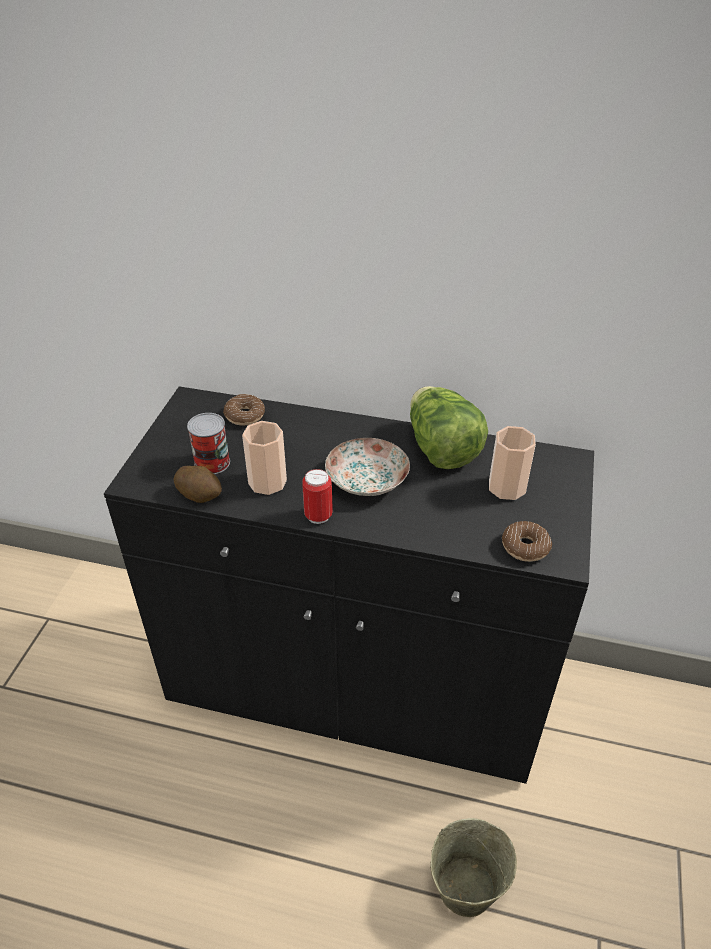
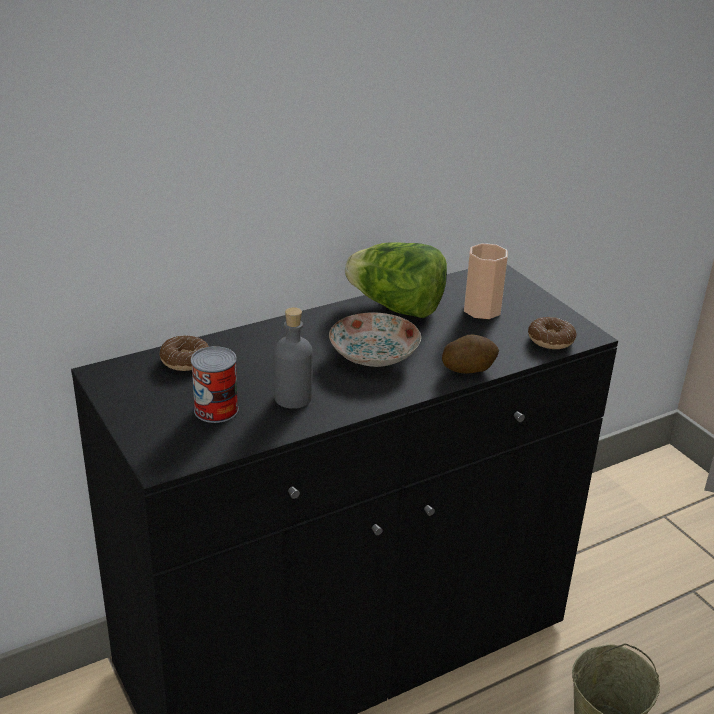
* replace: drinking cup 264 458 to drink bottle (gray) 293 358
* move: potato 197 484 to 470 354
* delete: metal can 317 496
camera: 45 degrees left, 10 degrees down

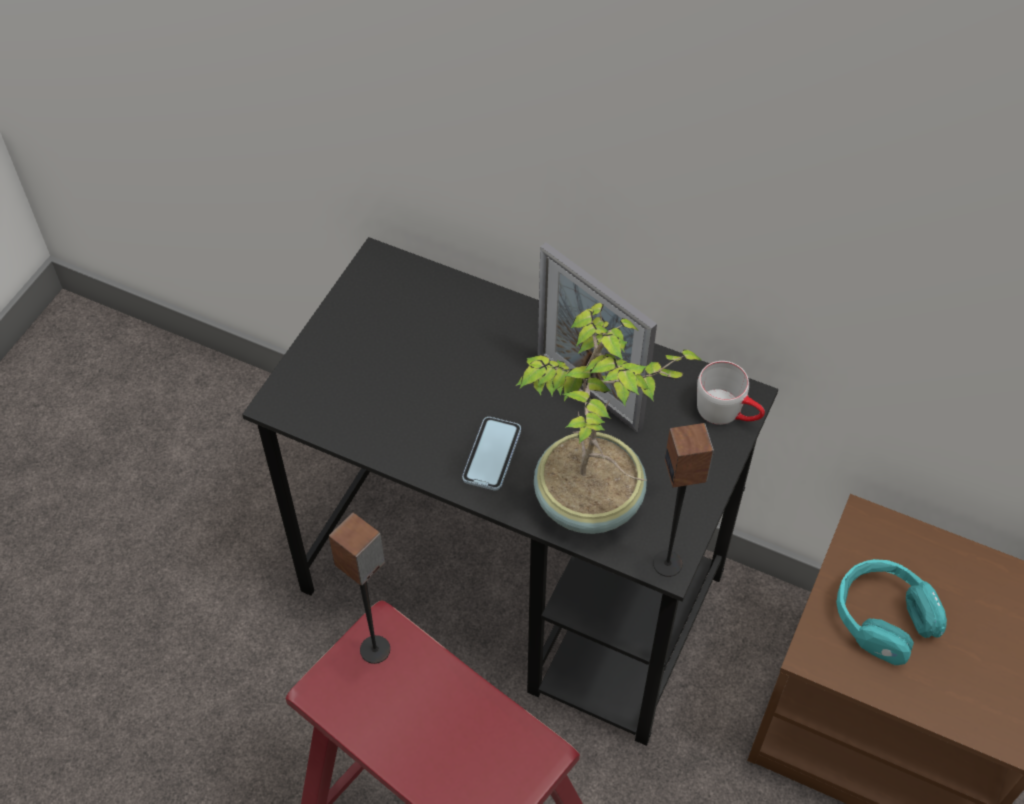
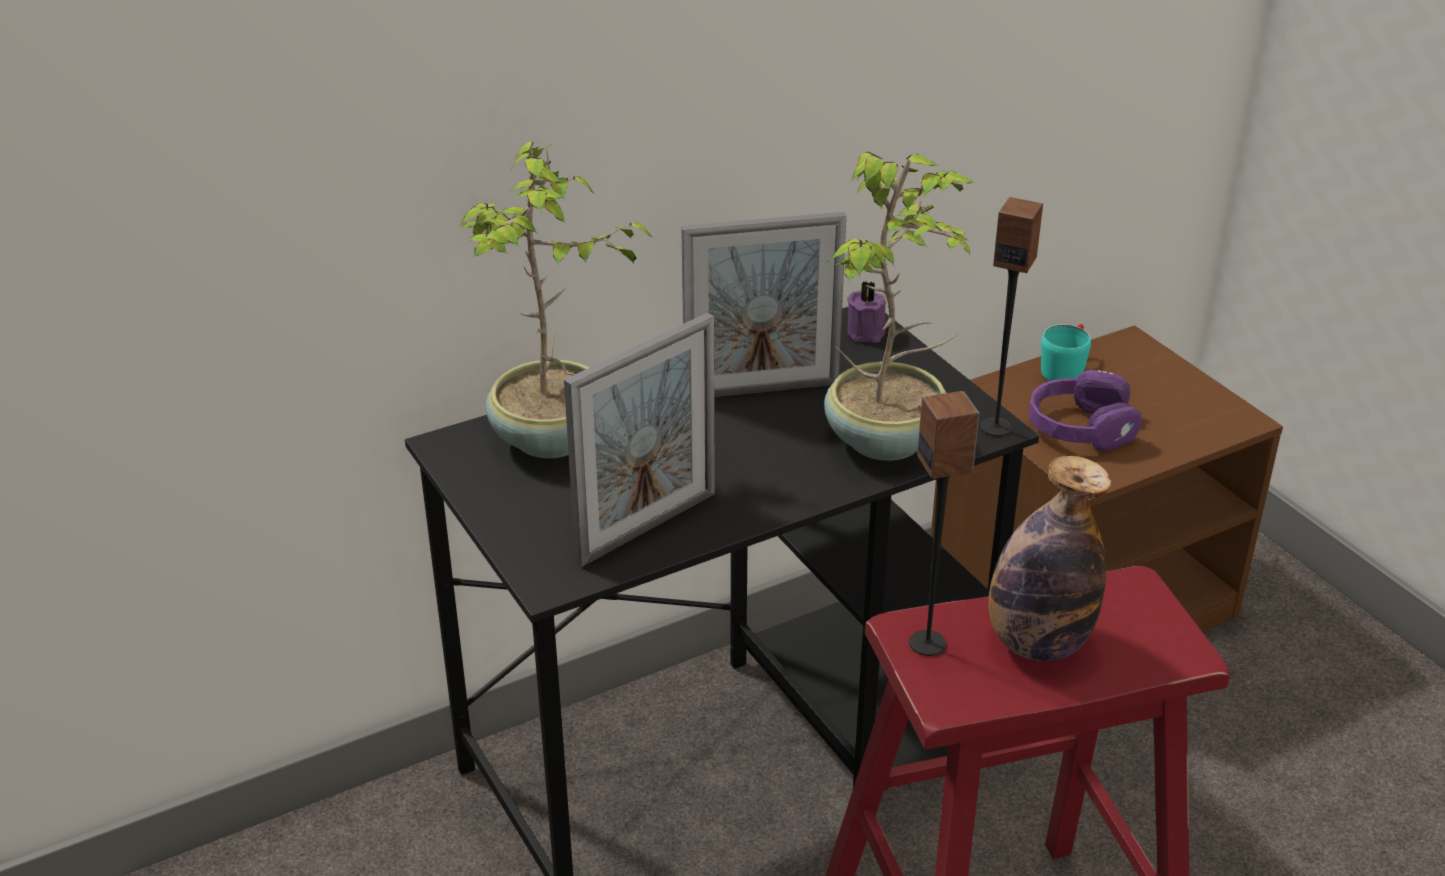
* insert: potted plant 556 300
* insert: standing frame 639 440
* replace: tea mug (gray) 731 393 to candle (purplish) 866 312
* insert: drink bottle 1050 558
* recolor: pair of headphones (turquoise-coloured) 891 612 to pair of headphones (purplish) 1085 410
* insert: tea mug (turquoise-coloured) 1066 352
* delete: handset 491 454
camera: 55 degrees left, 20 degrees down

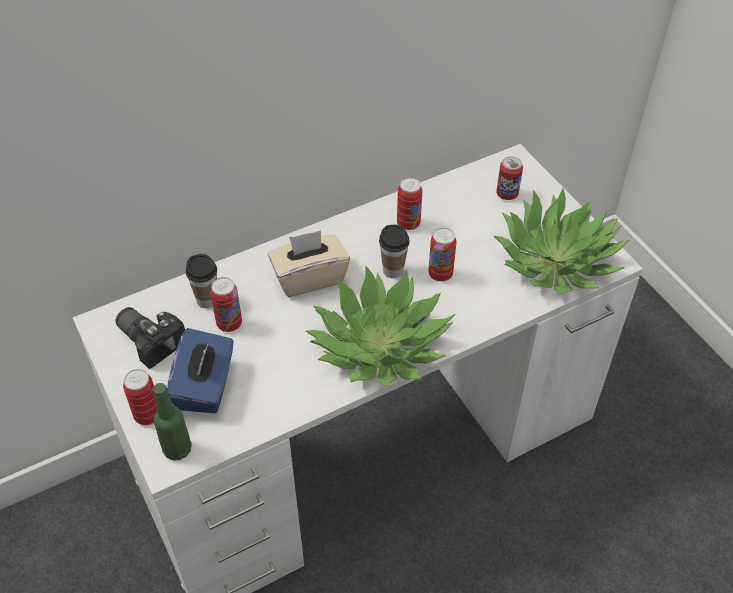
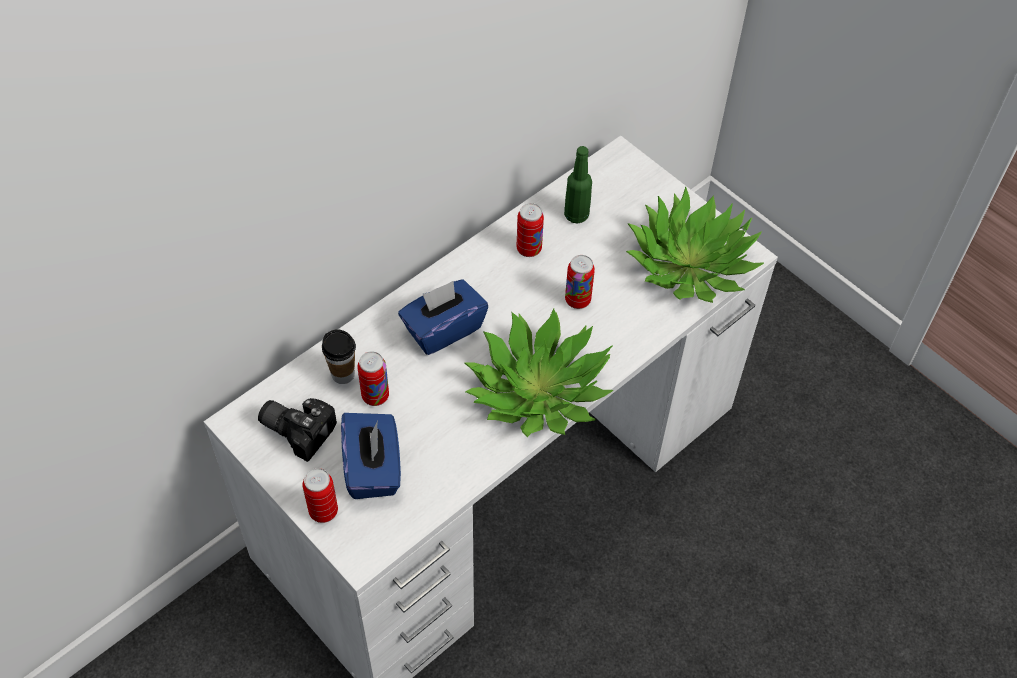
* recolor: tissue box (beige) 309 263 to tissue box (bluish) 443 317
* move: drink bottle (green-coloured) 172 422 to 578 185
* delete: drinking cup 394 251
* delete: metal can 509 178
camera: 15 degrees left, 5 degrees up

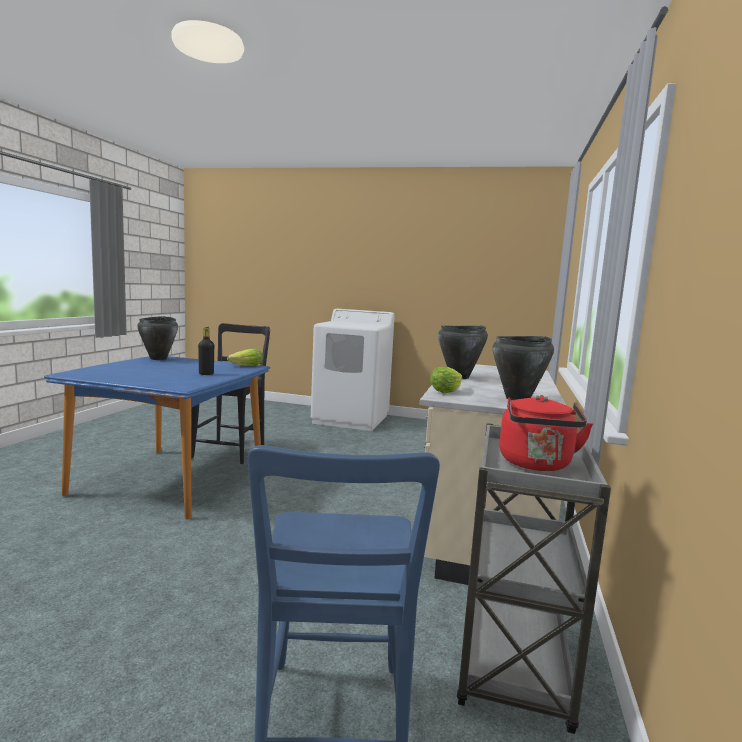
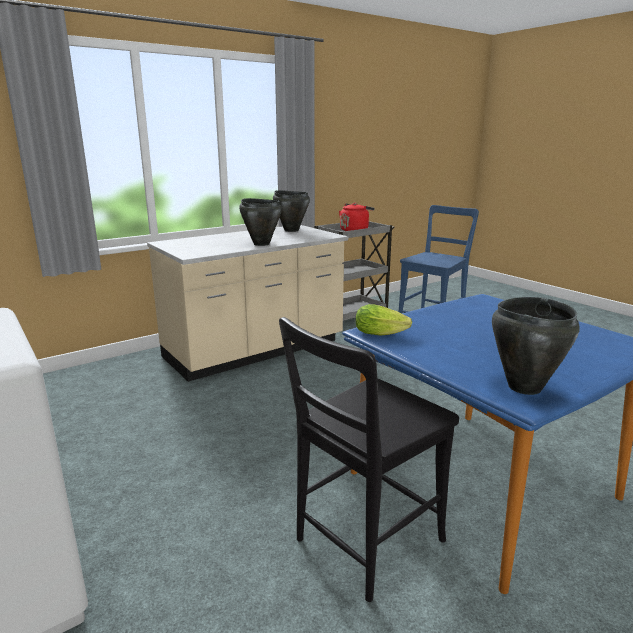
* delete: drink bottle (blackish) 206 351
* delete: lettuce head 446 380
camera: 140 degrees left, 10 degrees up

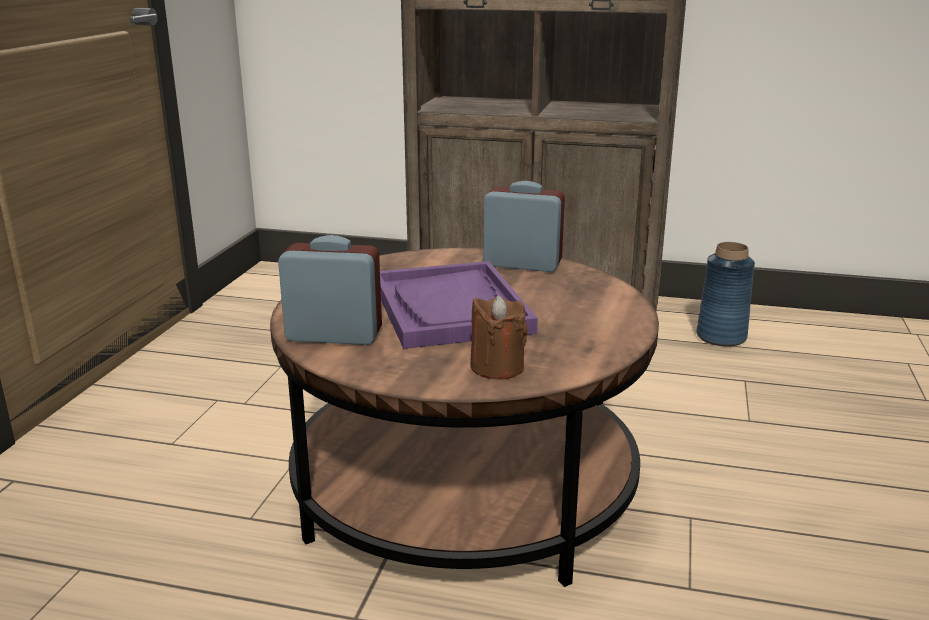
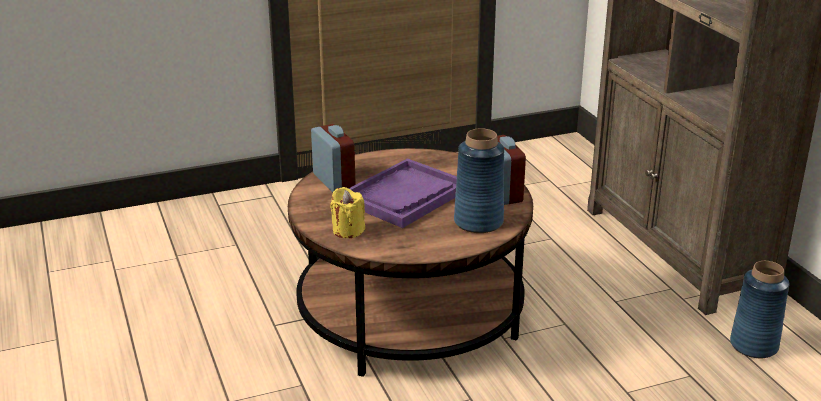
* recolor: candle (brown) 499 337 to candle (yellow) 347 212
* insert: flower vase (bluish) 479 180
camera: 55 degrees right, 5 degrees up

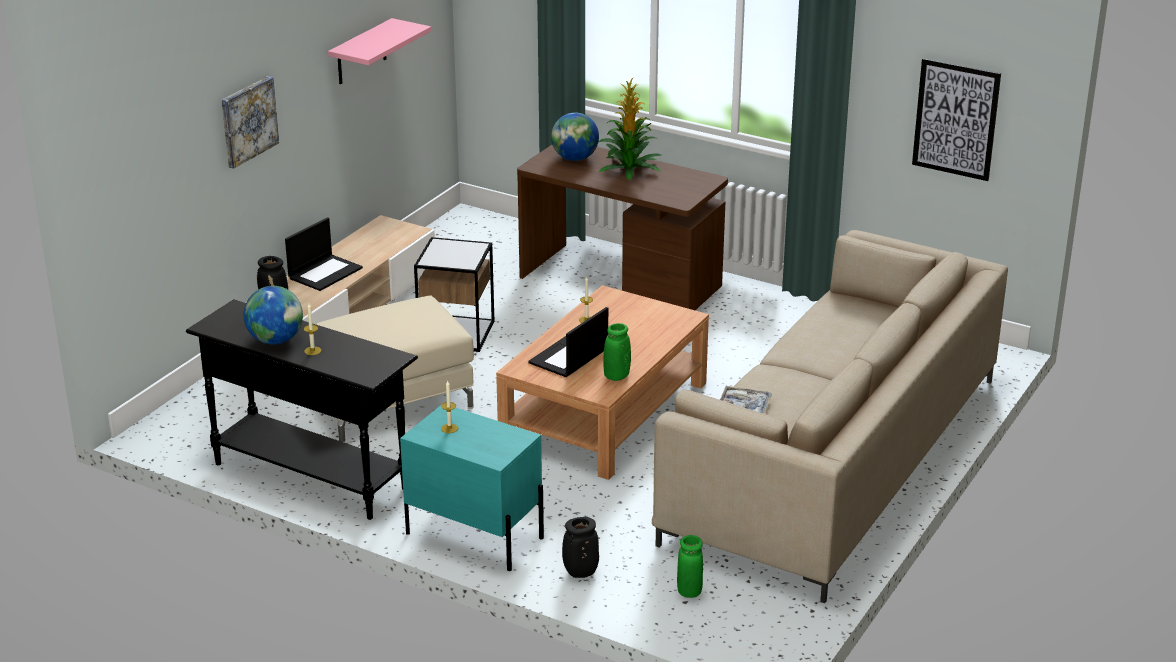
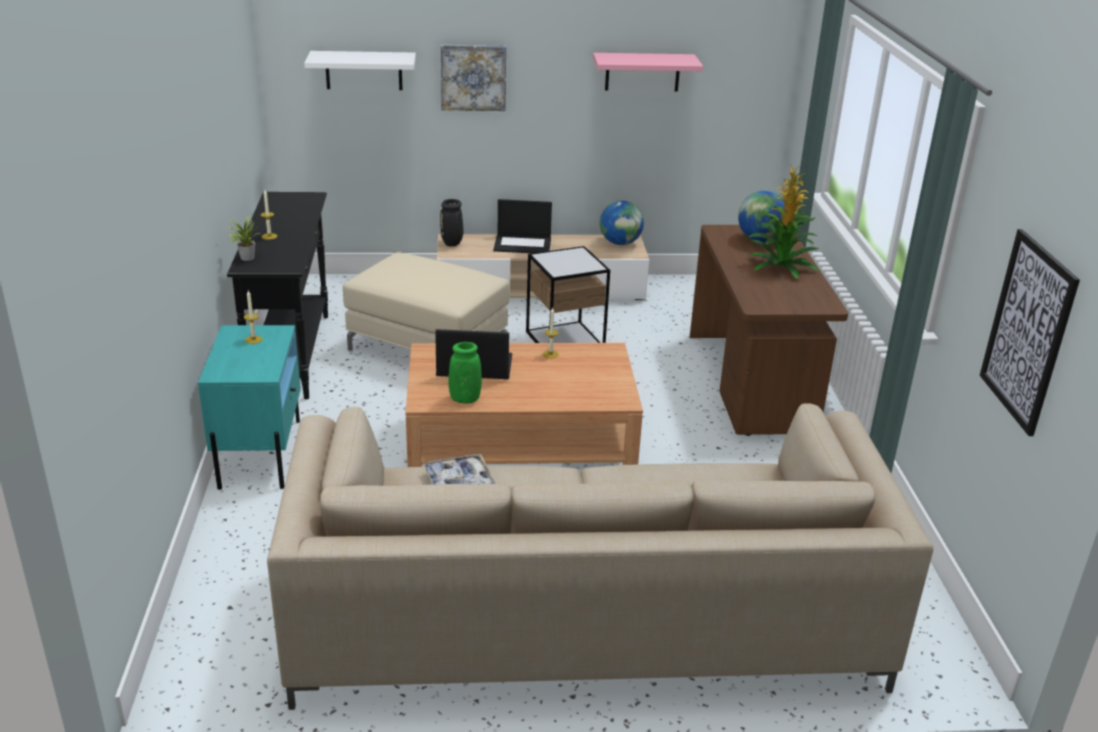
* insert: potted plant 244 238
* insert: shelf (white) 360 70
* move: world globe 273 315 to 622 222
* delete: flower vase (blackish) 580 547
* delete: flower vase (green-coloured) 690 566
camera: 55 degrees right, 0 degrees up

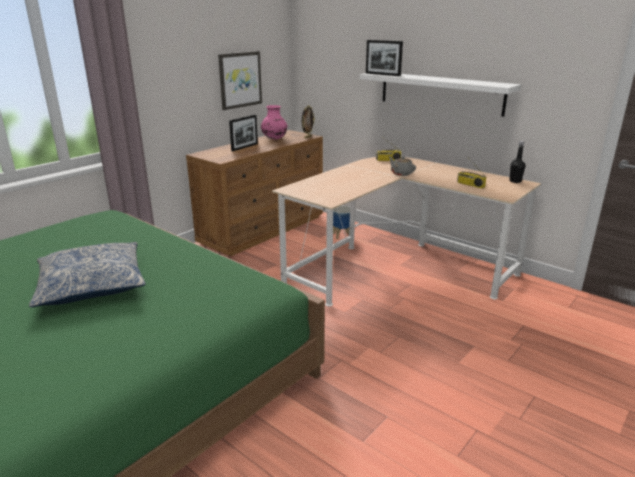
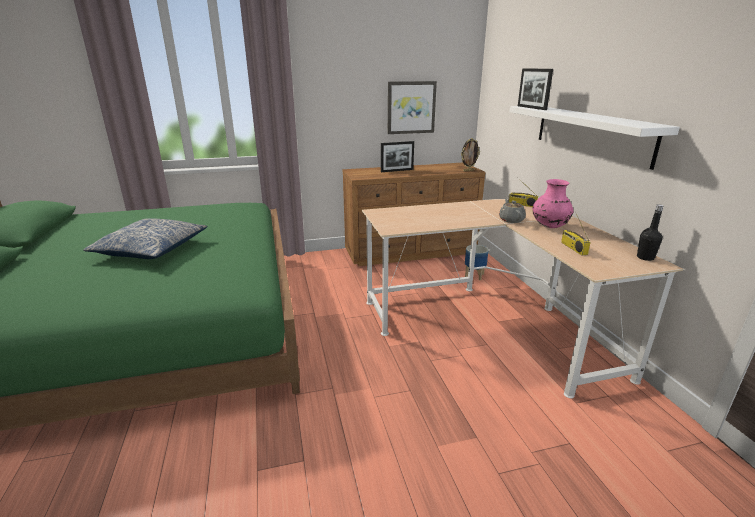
* move: flower vase (pink-coloured) 274 122 to 553 203
camera: 35 degrees right, 0 degrees up

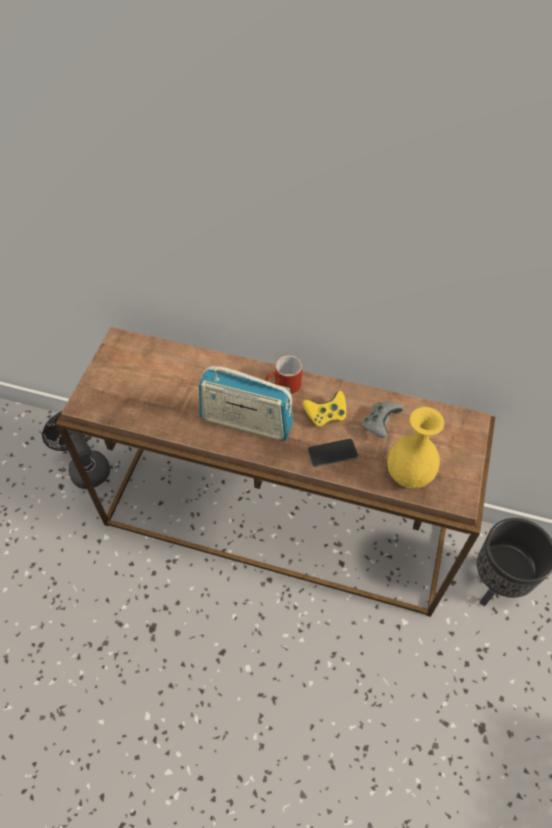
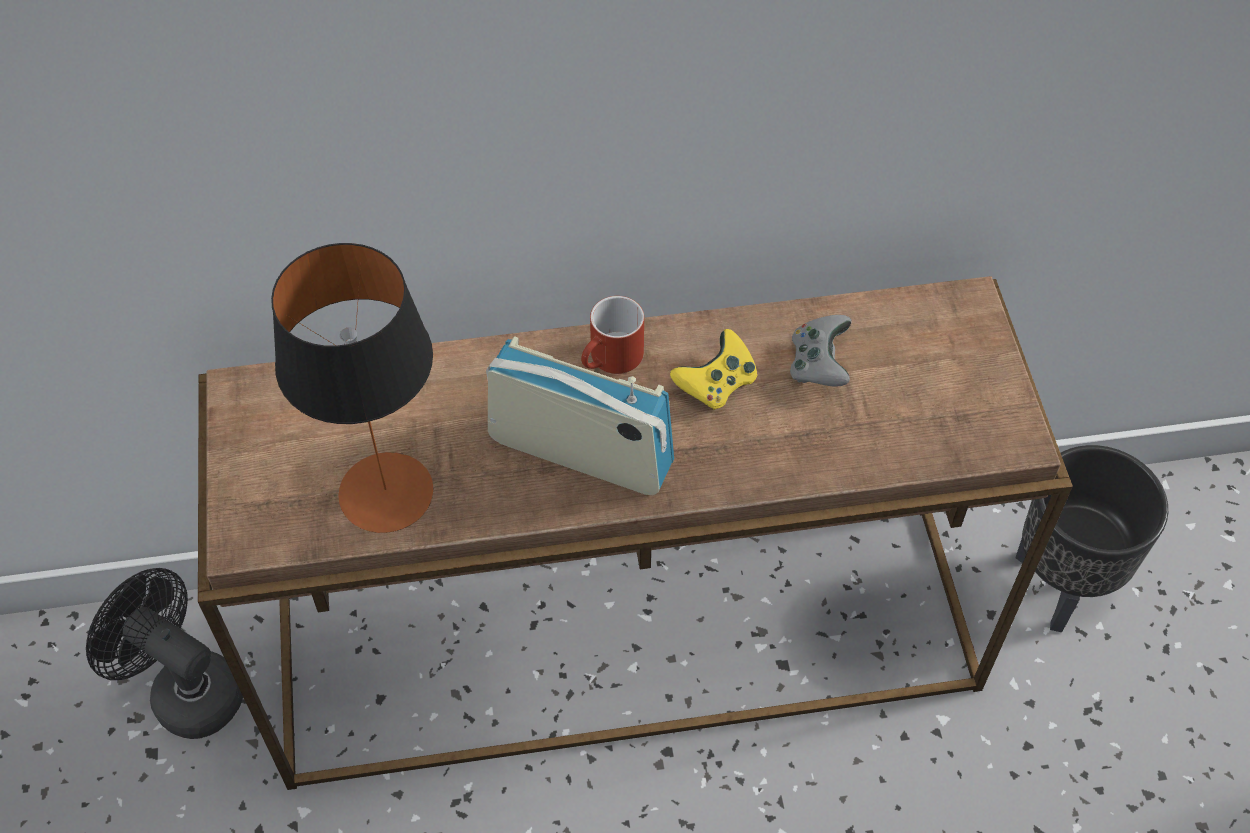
* insert: tabletop lamp 352 388
* rotate: radio set 246 403 = 580 415 150 degrees counterclockwise
* delete: handset 332 453
* delete: flower vase (yellow) 415 448
camera: 25 degrees left, 0 degrees up

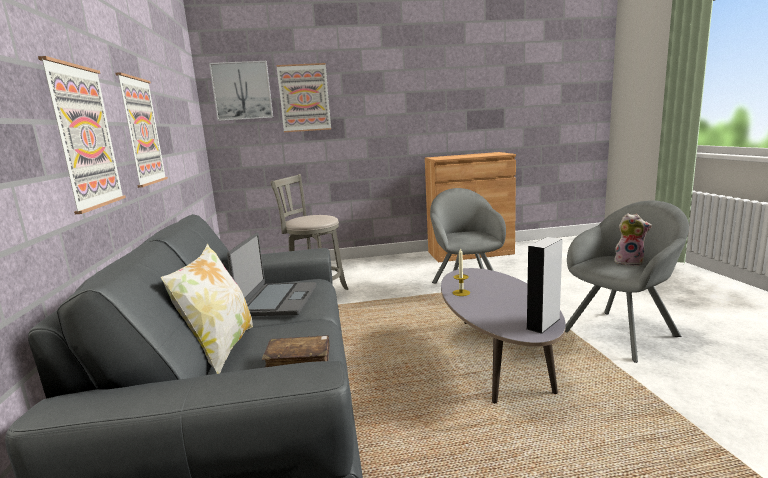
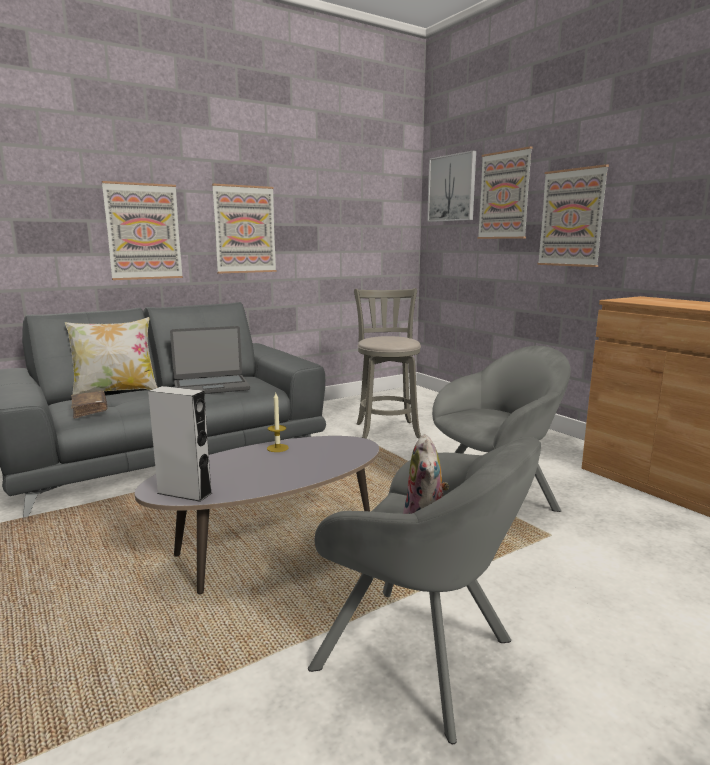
* insert: wall art 573 215
camera: 65 degrees right, 0 degrees up

